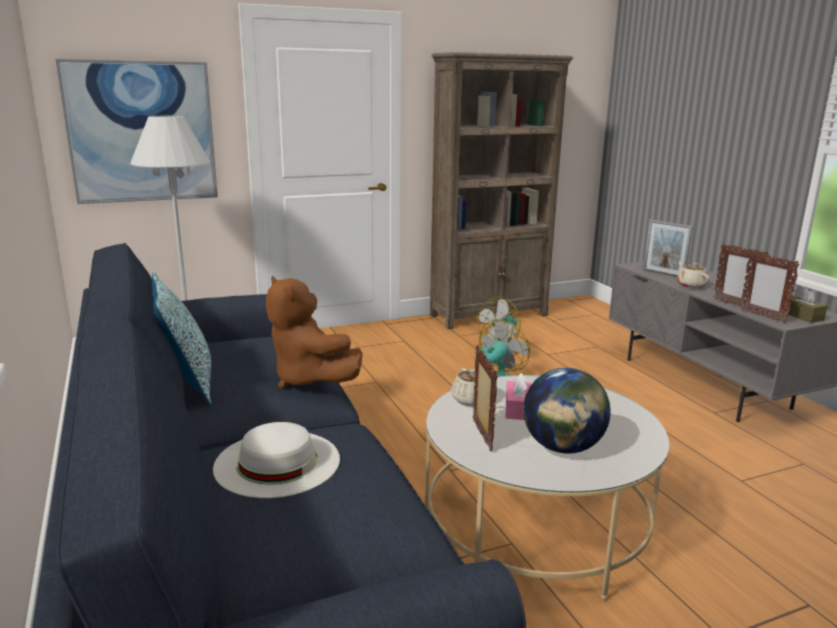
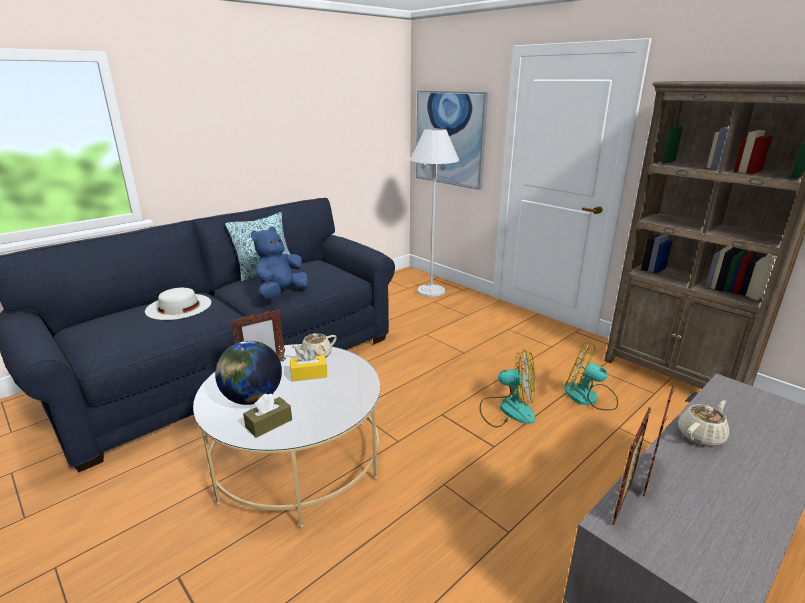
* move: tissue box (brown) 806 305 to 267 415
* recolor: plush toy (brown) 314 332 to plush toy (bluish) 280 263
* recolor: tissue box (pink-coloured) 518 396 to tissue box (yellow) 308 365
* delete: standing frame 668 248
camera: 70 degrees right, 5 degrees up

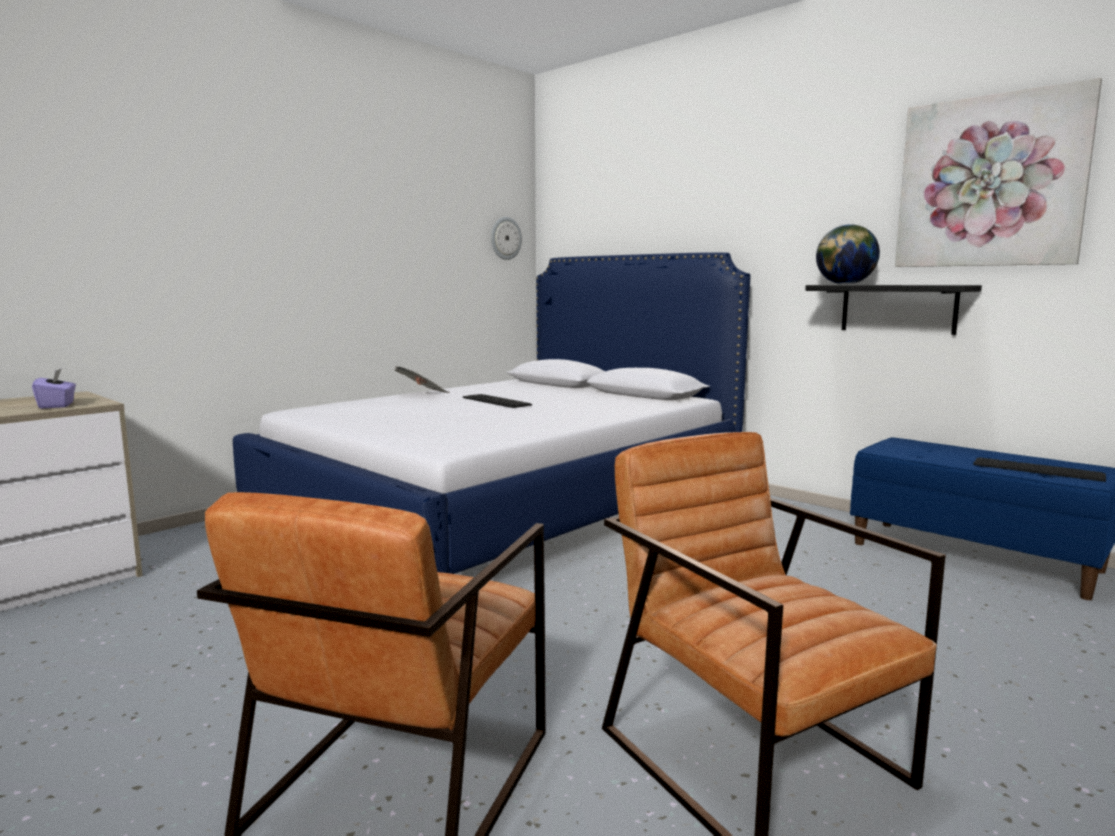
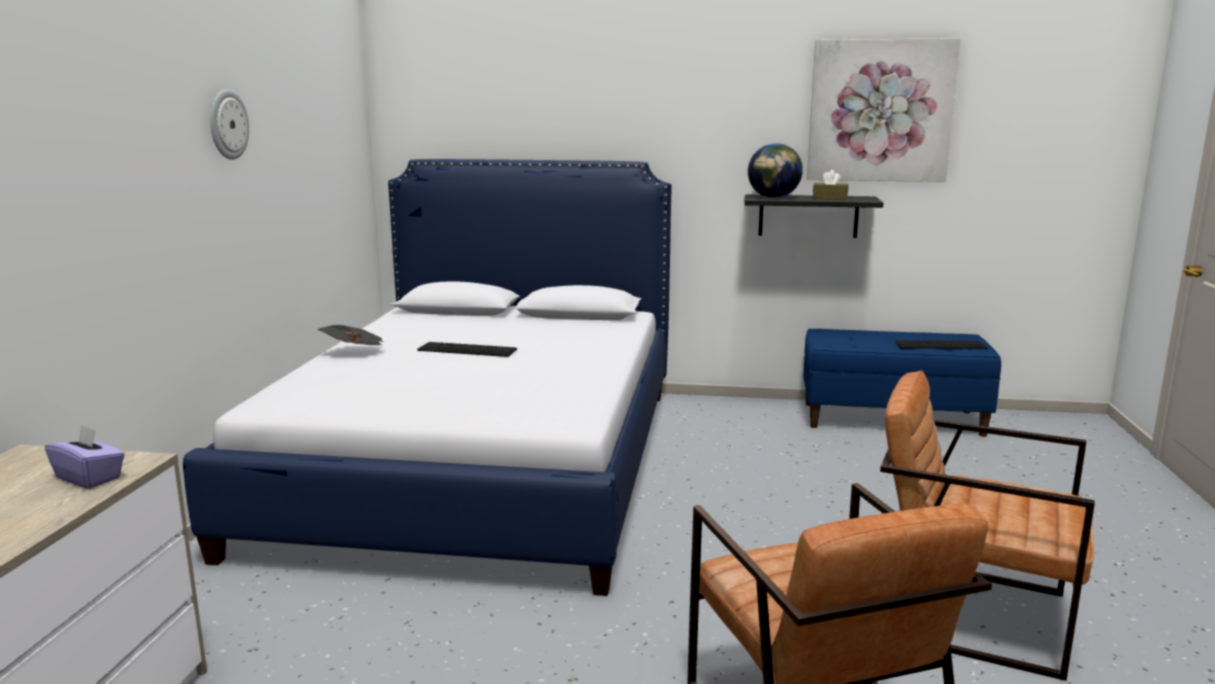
* move: hanging clock 506 238 to 229 124
* insert: tissue box (brown) 830 185
camera: 35 degrees left, 5 degrees up

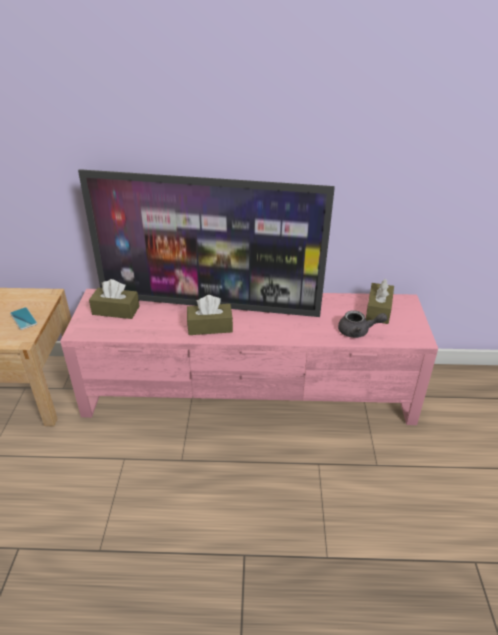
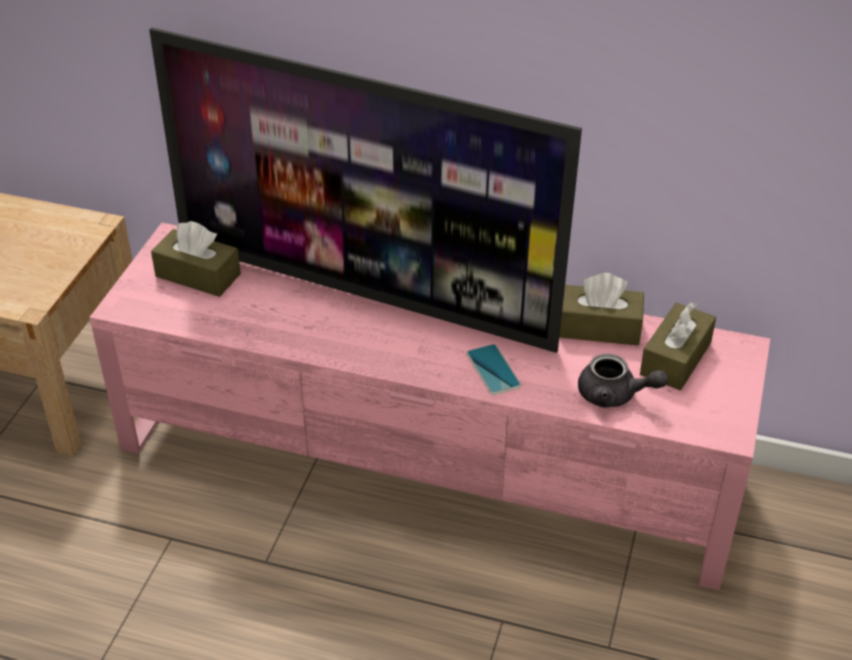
* move: handset 24 318 to 493 369
* move: tissue box (brown) 210 315 to 601 309
camera: 15 degrees right, 5 degrees up

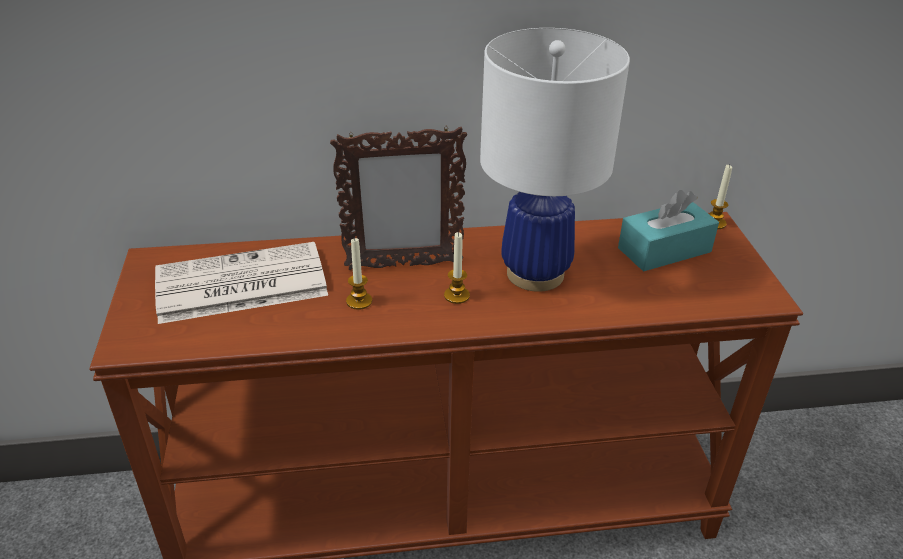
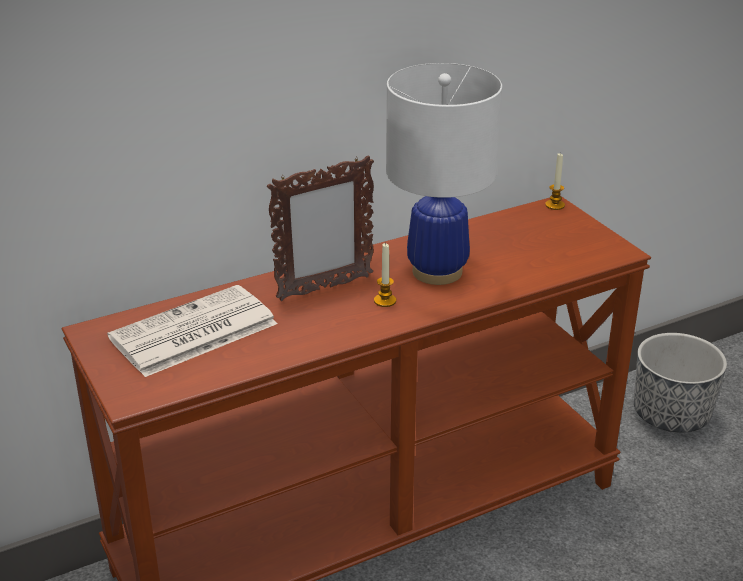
* insert: planter 680 383
* delete: candle 359 273
* delete: tissue box (turquoise-coloured) 668 231
camera: 20 degrees left, 5 degrees down

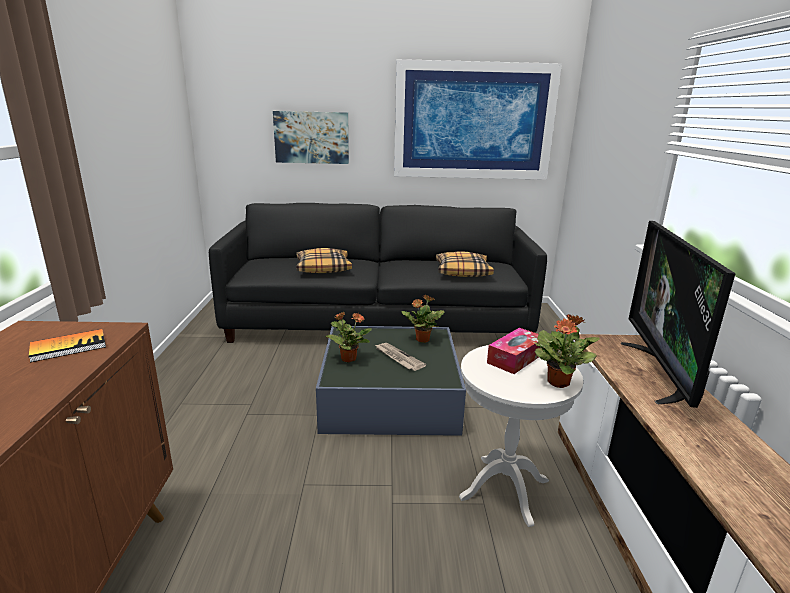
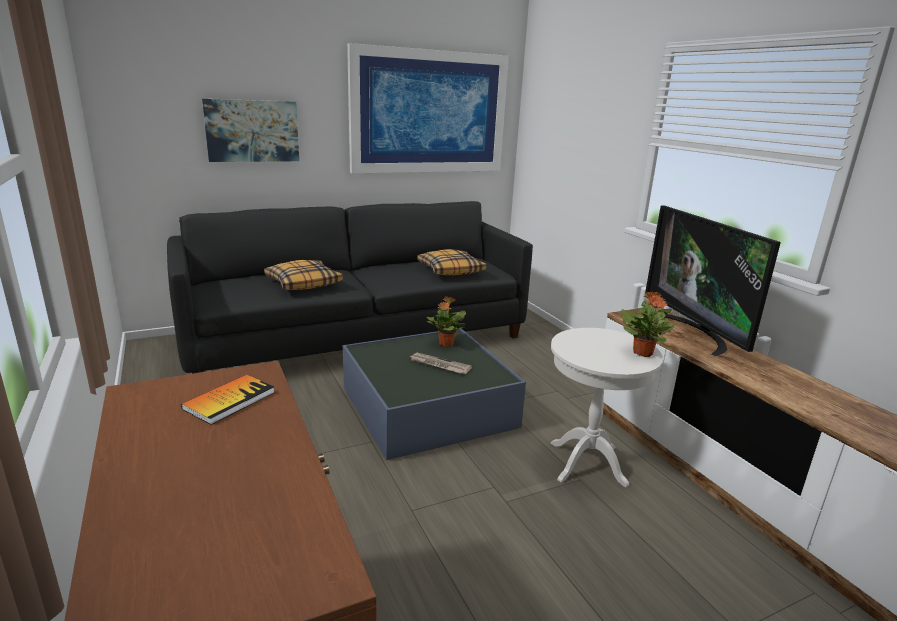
* delete: potted plant 348 337
* delete: tissue box 514 351
camera: 25 degrees left, 0 degrees up

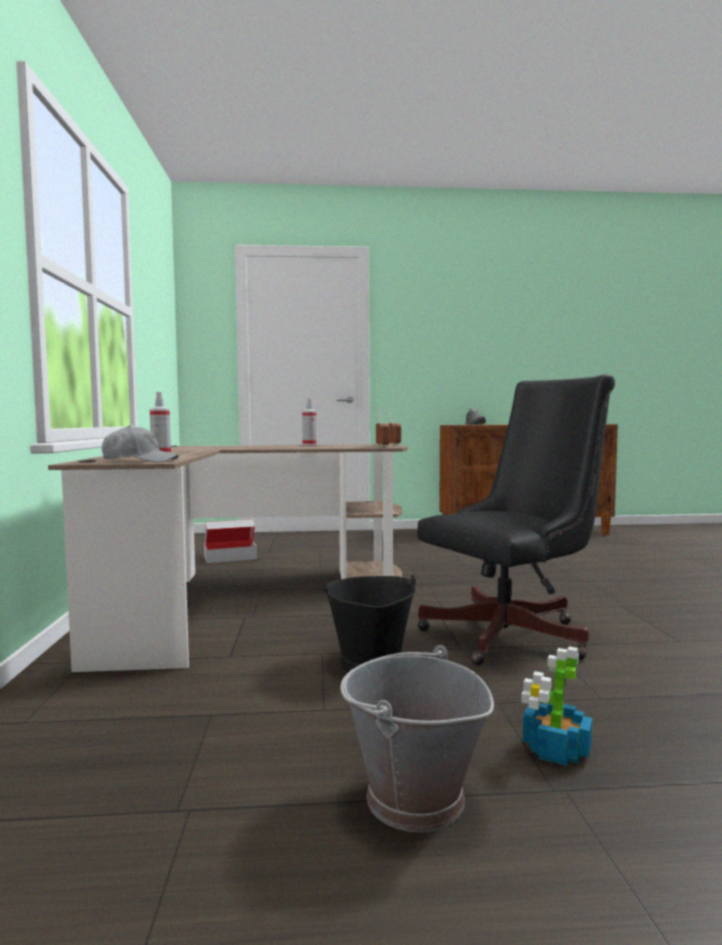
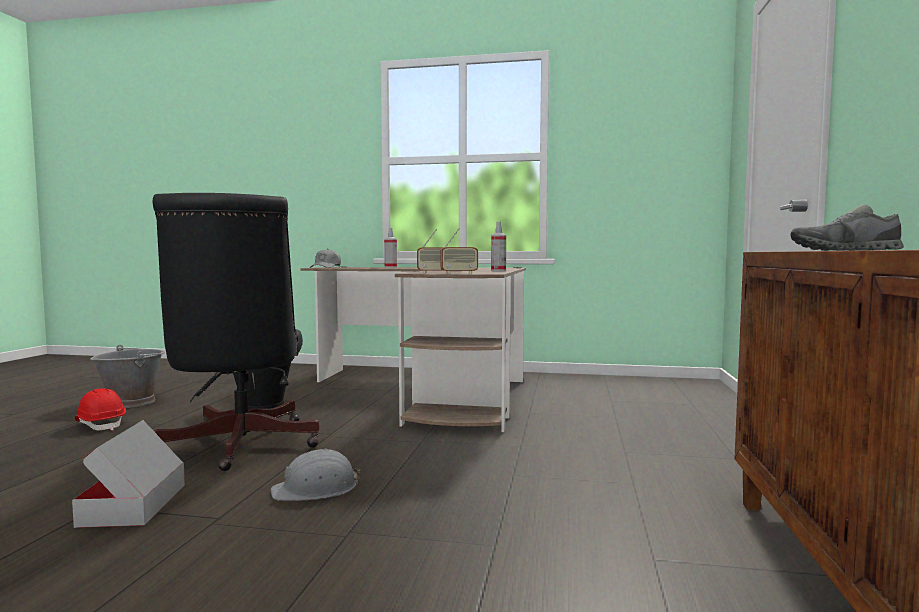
* move: carton 230 541 to 128 474
* replace: potted plant 557 706 to hard hat (reddish) 100 409
* insert: hard hat (gray) 315 475
camera: 105 degrees right, 0 degrees up

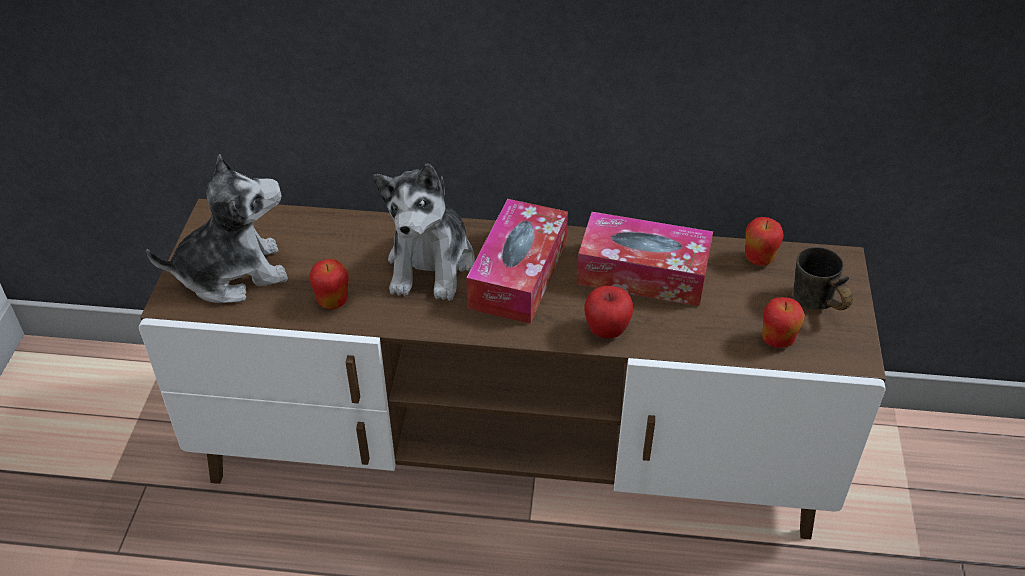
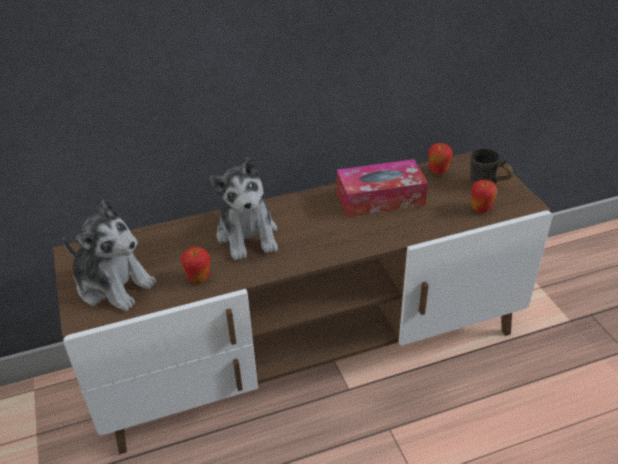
* rotate: plush toy 217 228 = 109 255 75 degrees clockwise
* delete: tissue box 517 261
* delete: apple 609 312
camera: 25 degrees left, 5 degrees down

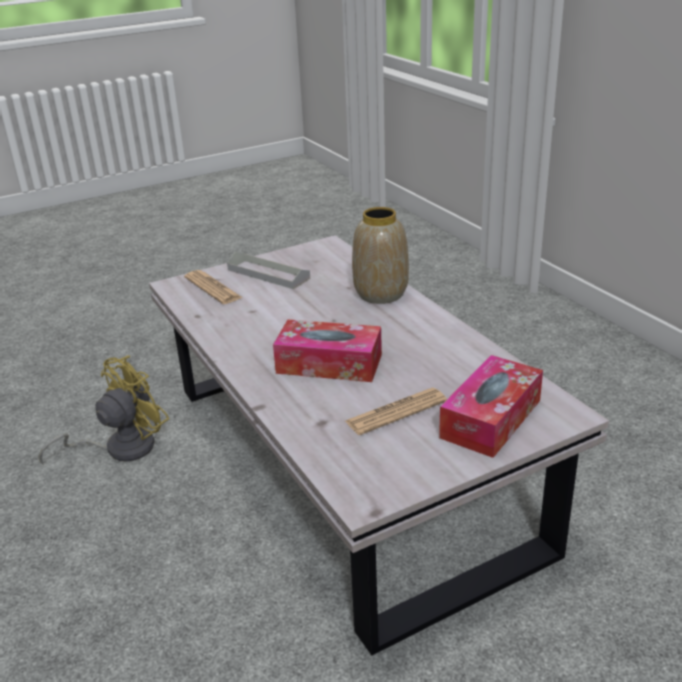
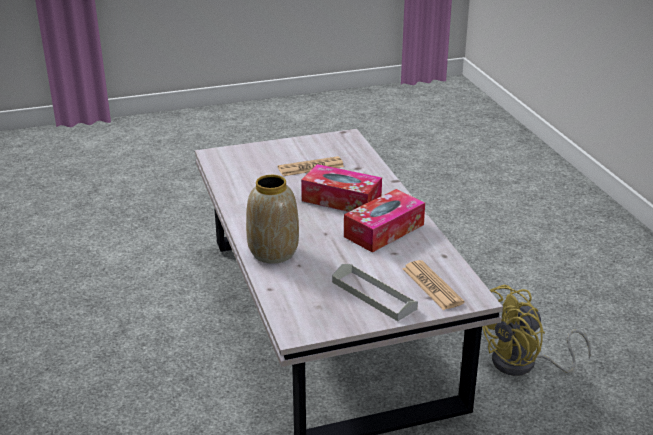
* move: tissue box 491 406 to 384 221
camera: 170 degrees left, 0 degrees up

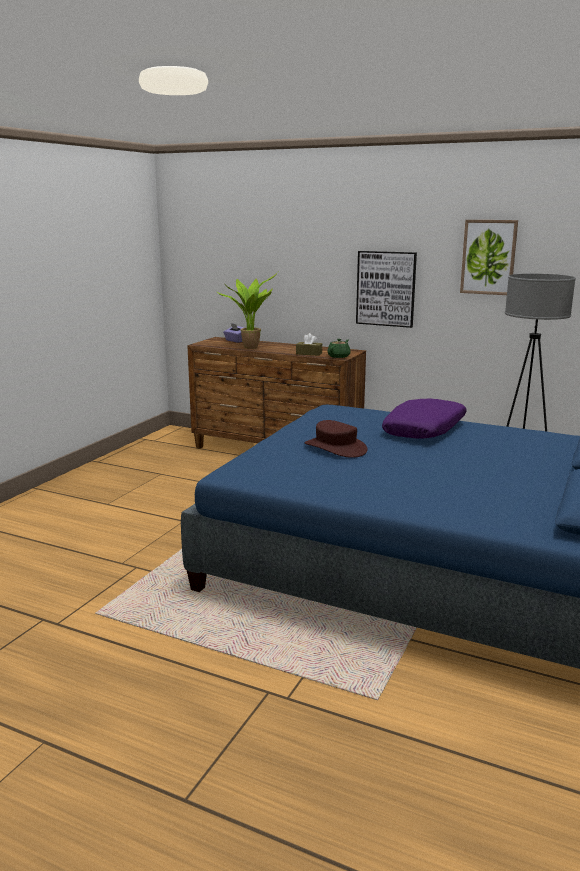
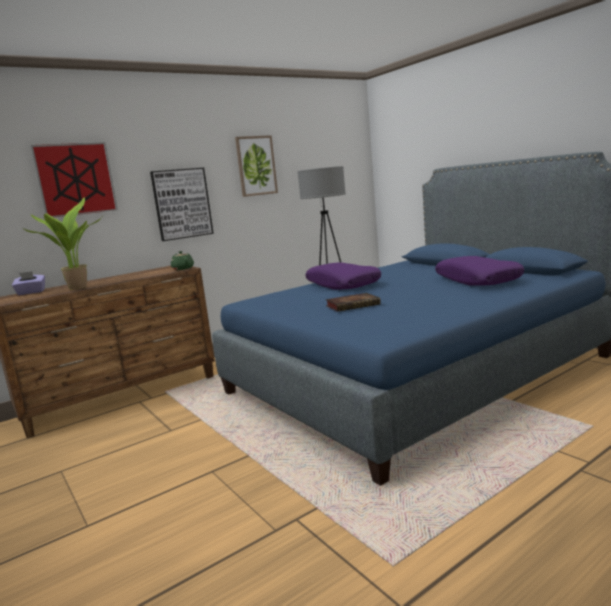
* insert: wall art 74 179
* replace: clothing hat (brown) 336 439 to bound book 353 302
* insert: cushion (purplish) 479 271
* delete: tissue box (brown) 309 344
camera: 60 degrees left, 5 degrees down

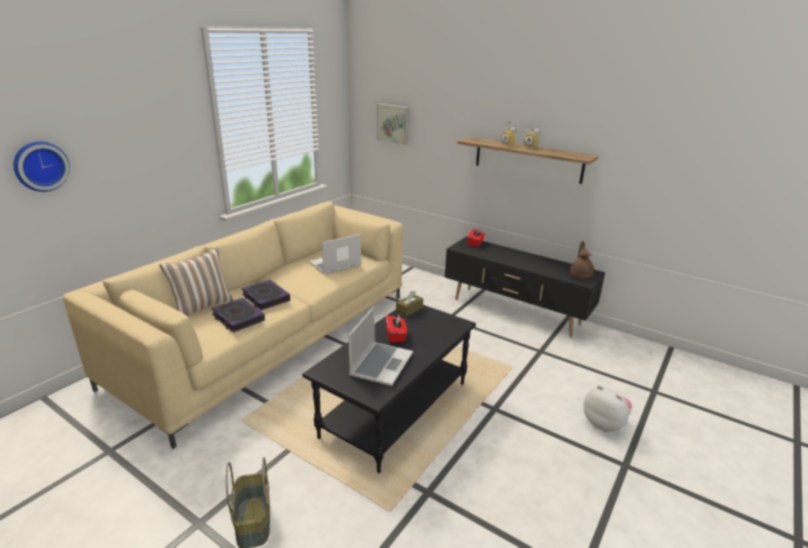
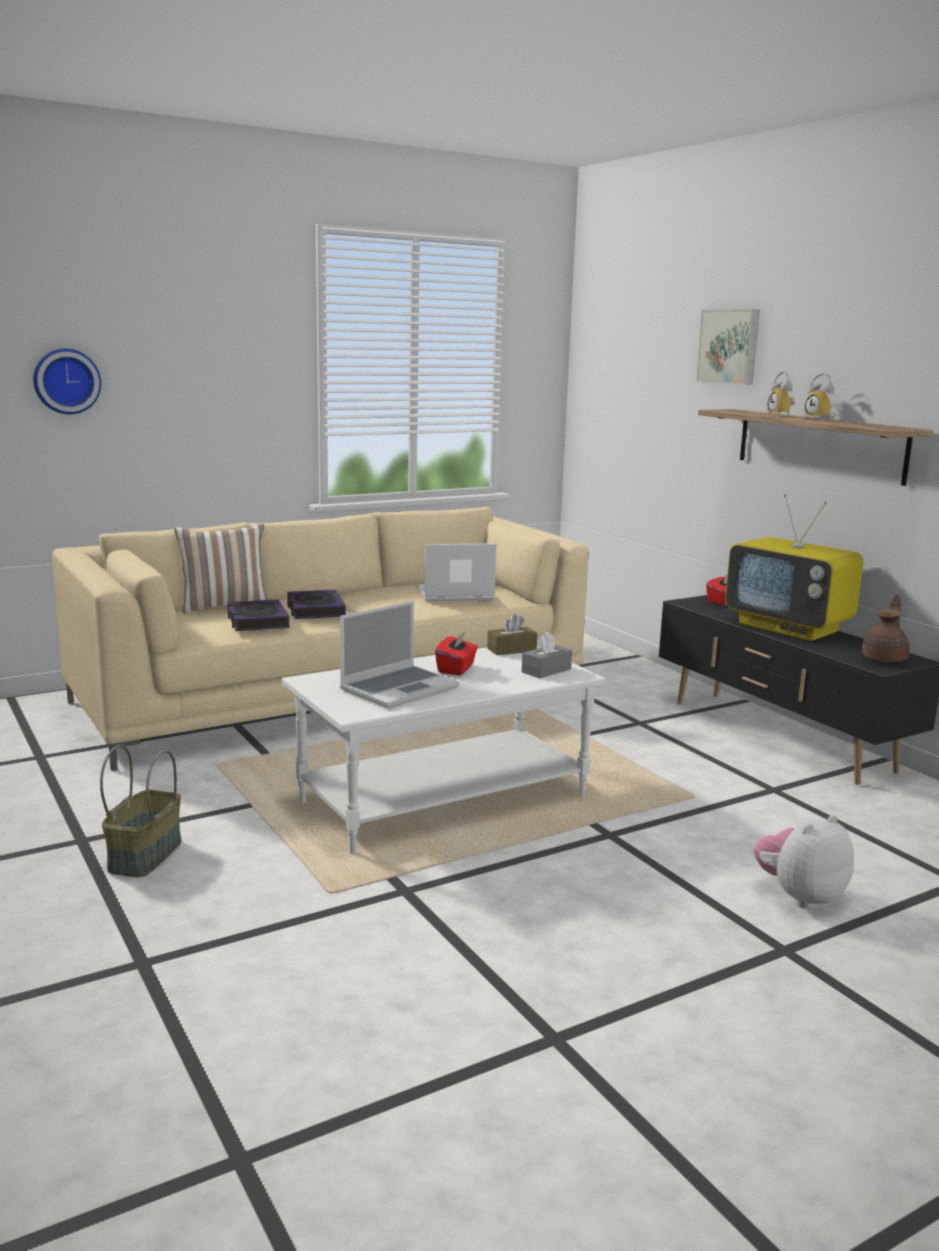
* recolor: lounge table (blackish) 389 389 to lounge table (white) 444 750
* insert: tissue box (gray) 547 655
* move: wall art 393 124 to 728 347
* insert: television 794 567
* rotate: plush toy 607 409 = 804 862 105 degrees counterclockwise
camera: 25 degrees right, 10 degrees down

